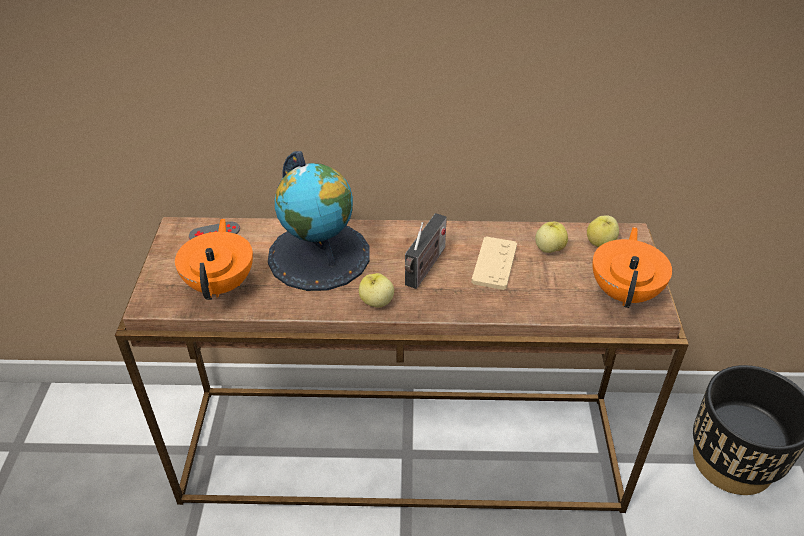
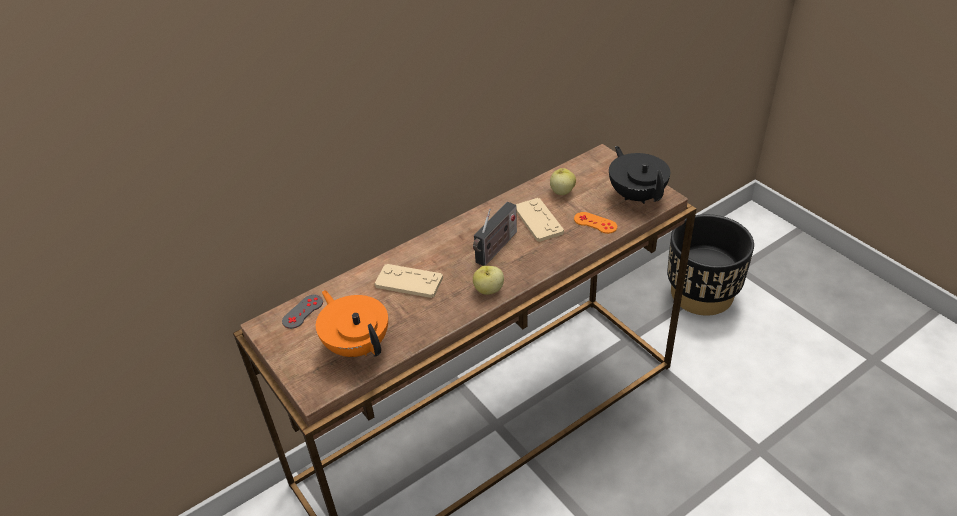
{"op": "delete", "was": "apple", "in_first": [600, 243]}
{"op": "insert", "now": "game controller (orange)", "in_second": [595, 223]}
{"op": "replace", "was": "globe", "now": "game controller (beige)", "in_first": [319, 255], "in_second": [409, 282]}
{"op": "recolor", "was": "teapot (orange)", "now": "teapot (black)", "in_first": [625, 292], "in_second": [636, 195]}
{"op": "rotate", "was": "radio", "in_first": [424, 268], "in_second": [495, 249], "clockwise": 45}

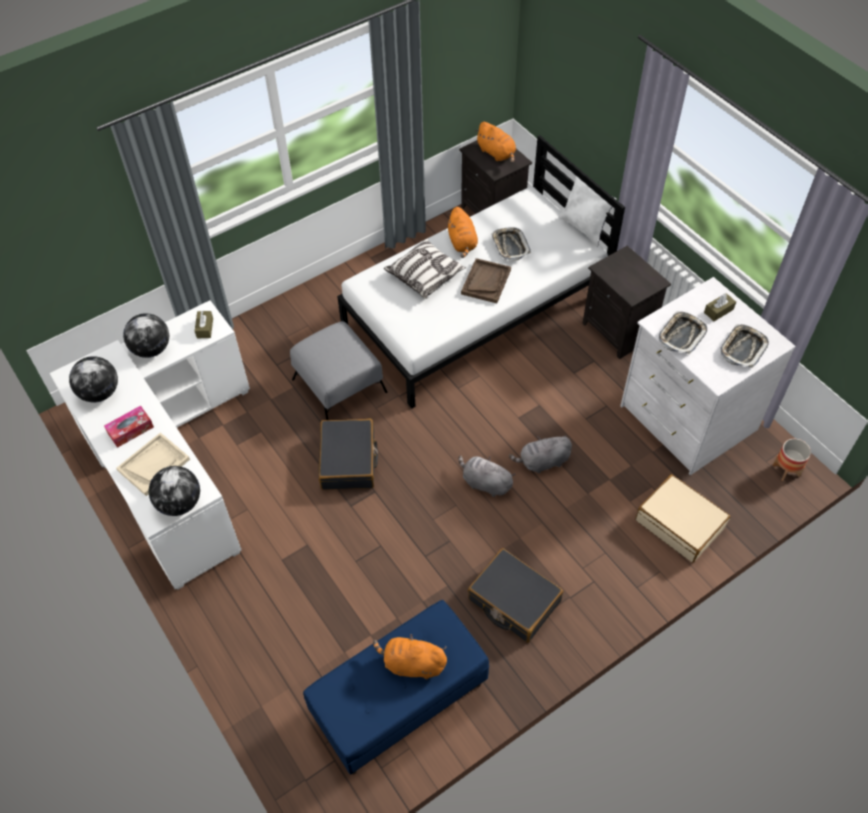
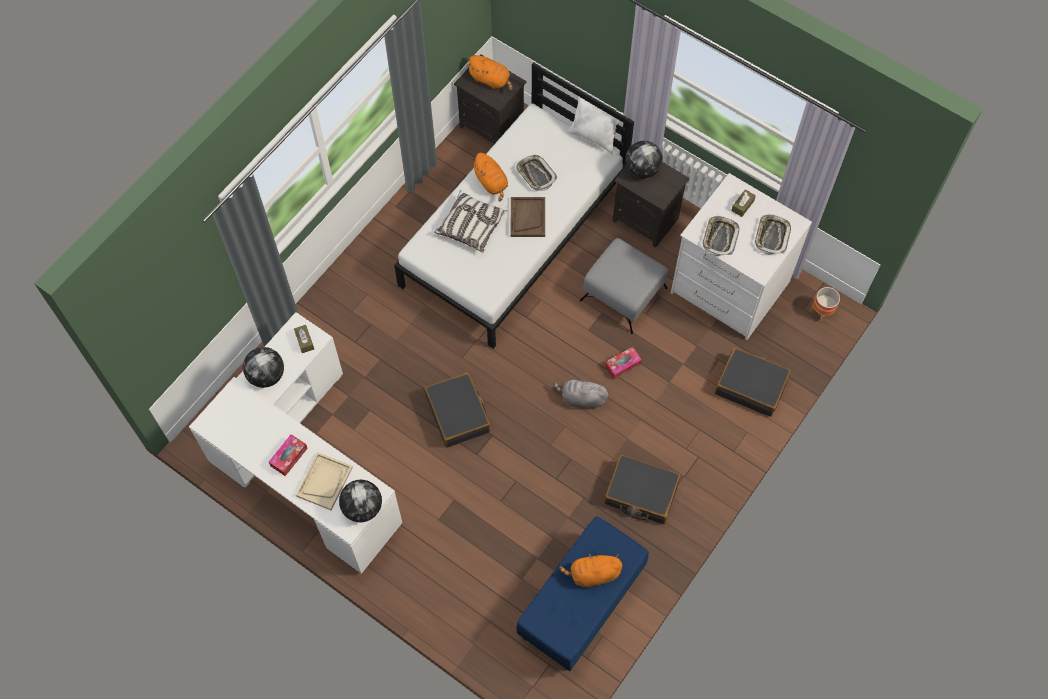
{"op": "move", "was": "globe", "in_first": [100, 393], "in_second": [642, 169]}
{"op": "move", "was": "ottoman (grey)", "in_first": [339, 386], "in_second": [623, 295]}
{"op": "replace", "was": "plush toy (grey)", "now": "tissue box", "in_first": [542, 462], "in_second": [622, 365]}
{"op": "recolor", "was": "suitcase (beige)", "now": "suitcase (black)", "in_first": [680, 524], "in_second": [751, 386]}

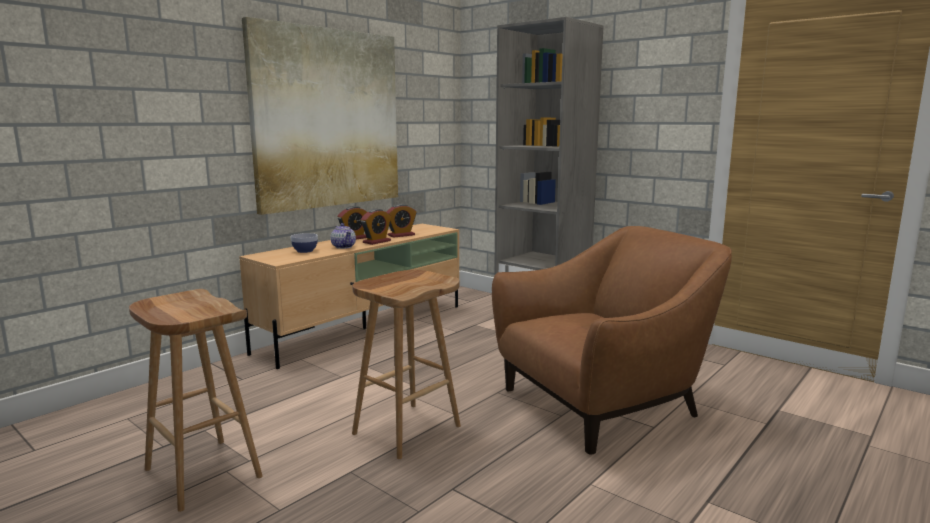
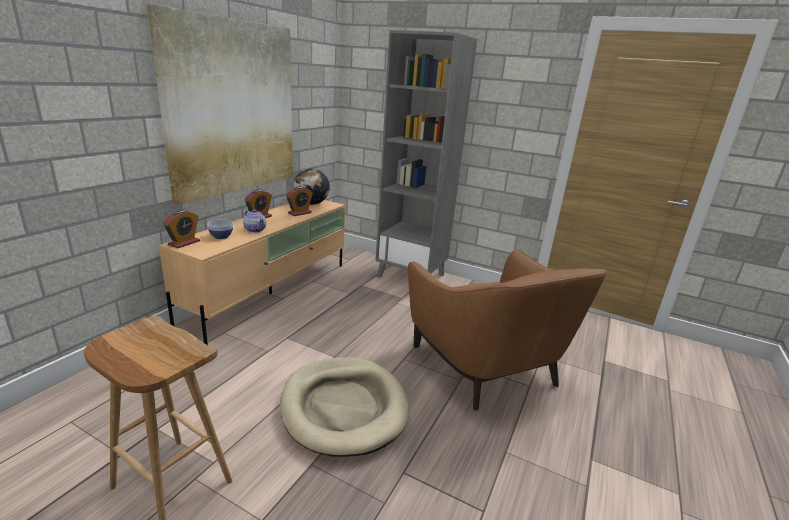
{"op": "insert", "now": "globe", "in_second": [311, 203]}
{"op": "move", "was": "alarm clock", "in_first": [376, 242], "in_second": [184, 243]}
{"op": "replace", "was": "stool (brown)", "now": "dog bed (beige)", "in_first": [407, 429], "in_second": [344, 407]}
{"op": "rotate", "was": "armchair (brown)", "in_first": [602, 404], "in_second": [486, 365], "clockwise": 105}

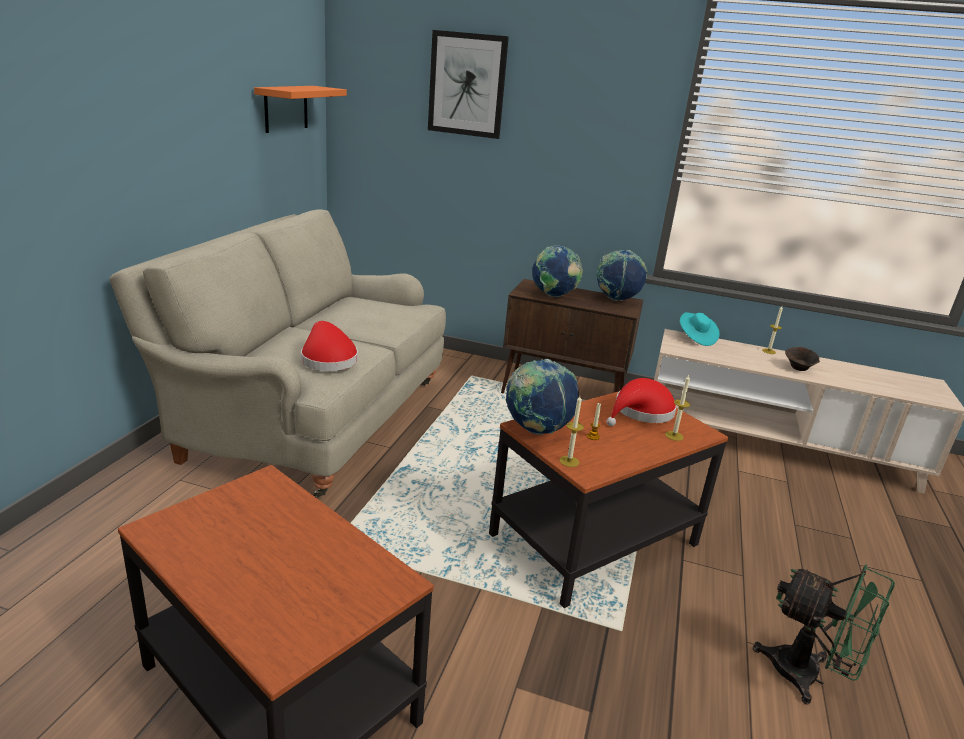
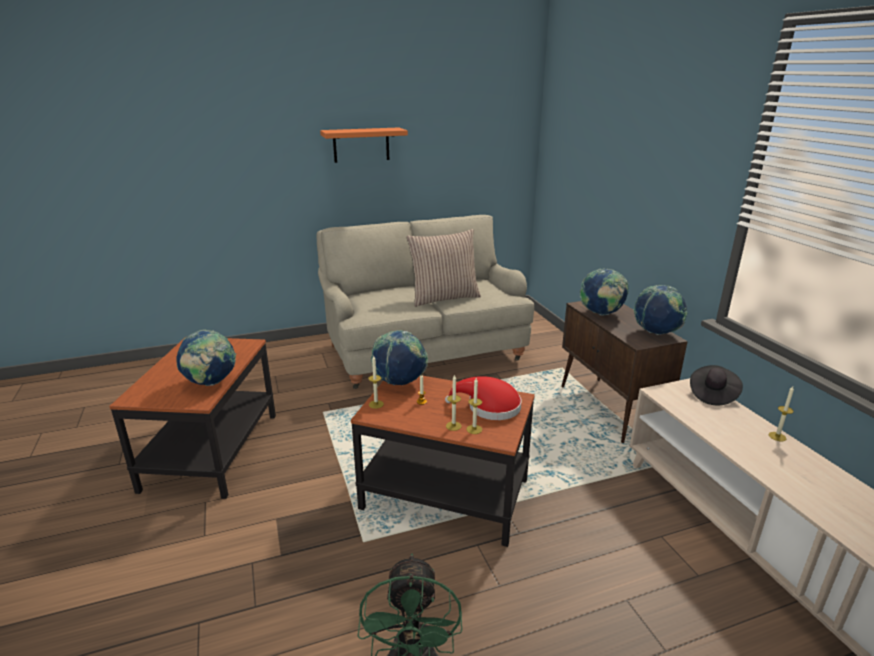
{"op": "delete", "was": "hat (red)", "in_first": [327, 359]}
{"op": "delete", "was": "picture", "in_first": [467, 85]}
{"op": "delete", "was": "bowl (brown)", "in_first": [799, 368]}
{"op": "insert", "now": "globe", "in_second": [210, 383]}
{"op": "insert", "now": "pillow", "in_second": [444, 297]}
{"op": "insert", "now": "candle", "in_second": [453, 426]}
{"op": "move", "was": "shelf (orange)", "in_first": [286, 108], "in_second": [361, 145]}
{"op": "recolor", "was": "hat (turquoise)", "now": "hat (black)", "in_first": [696, 338], "in_second": [712, 394]}

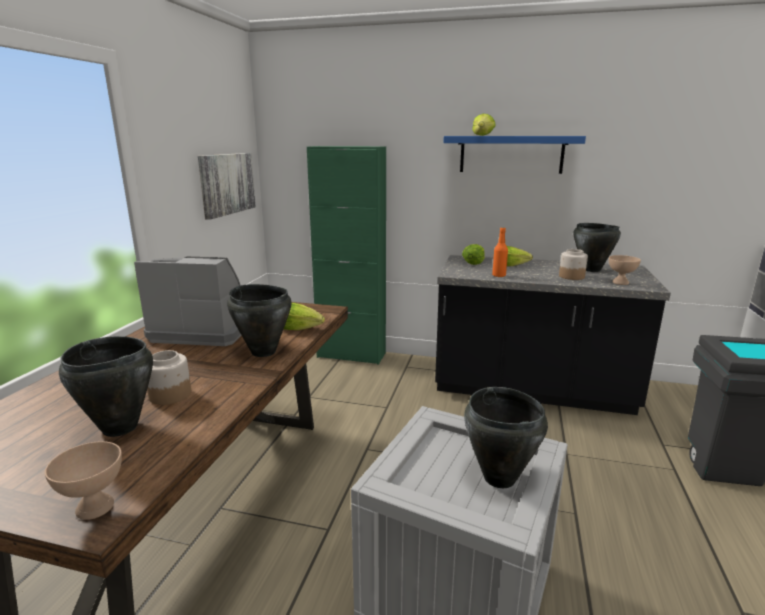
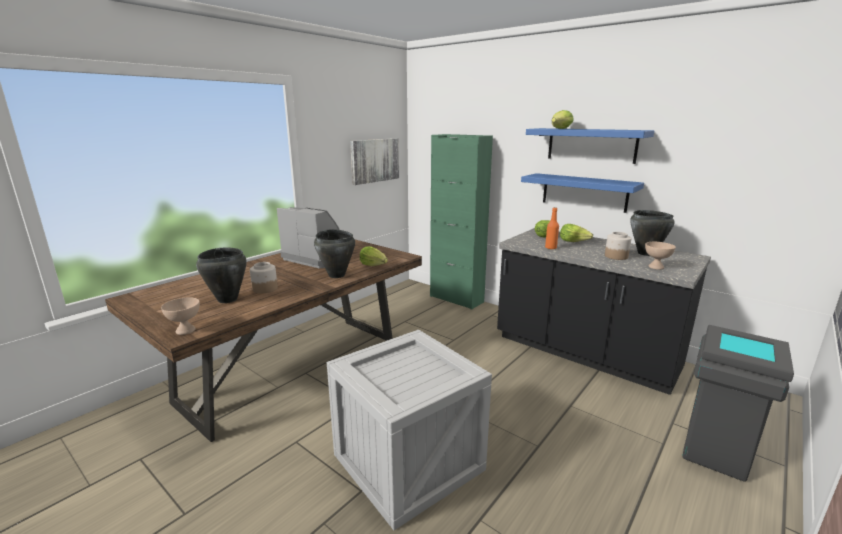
{"op": "delete", "was": "cooking pot (black)", "in_first": [499, 478]}
{"op": "insert", "now": "shelf (blue)", "in_second": [584, 192]}

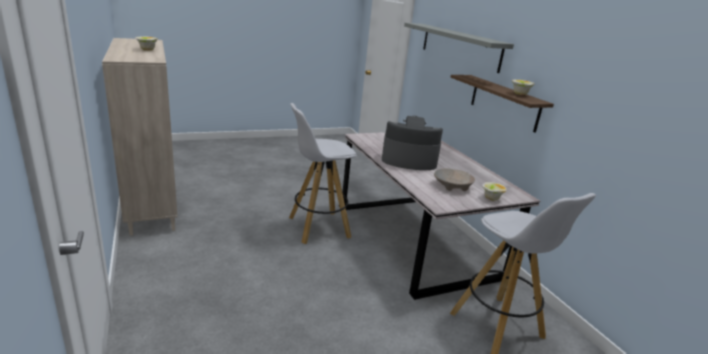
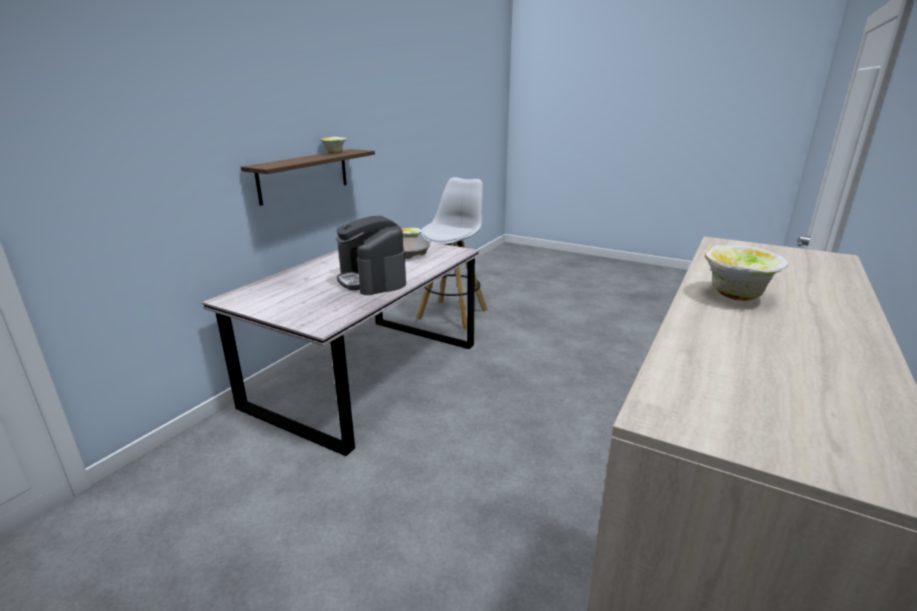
{"op": "delete", "was": "stool (white)", "in_first": [317, 227]}
{"op": "delete", "was": "shelf (grey)", "in_first": [459, 46]}

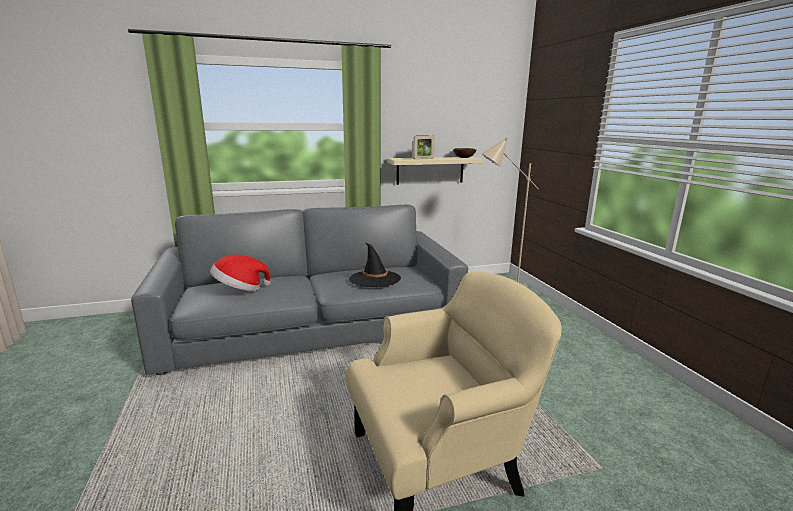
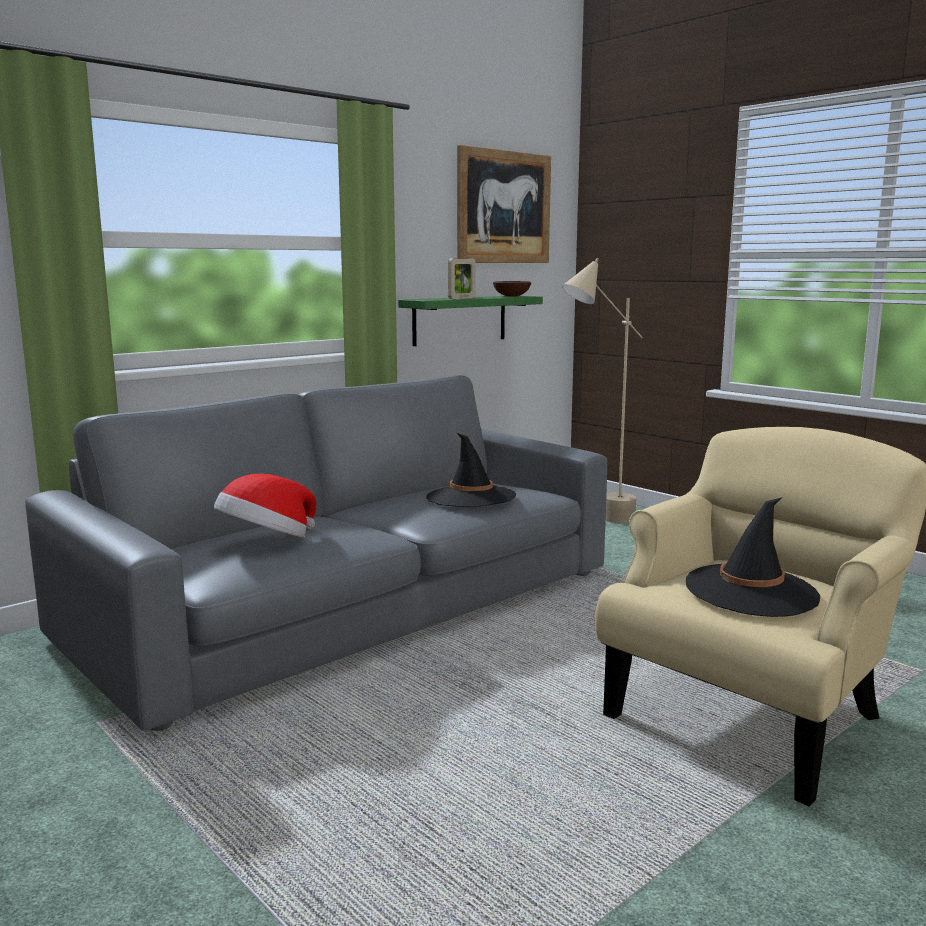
{"op": "insert", "now": "picture", "in_second": [504, 207]}
{"op": "insert", "now": "hat (black)", "in_second": [751, 591]}
{"op": "recolor", "was": "shelf (beige)", "now": "shelf (green)", "in_first": [430, 170], "in_second": [460, 320]}

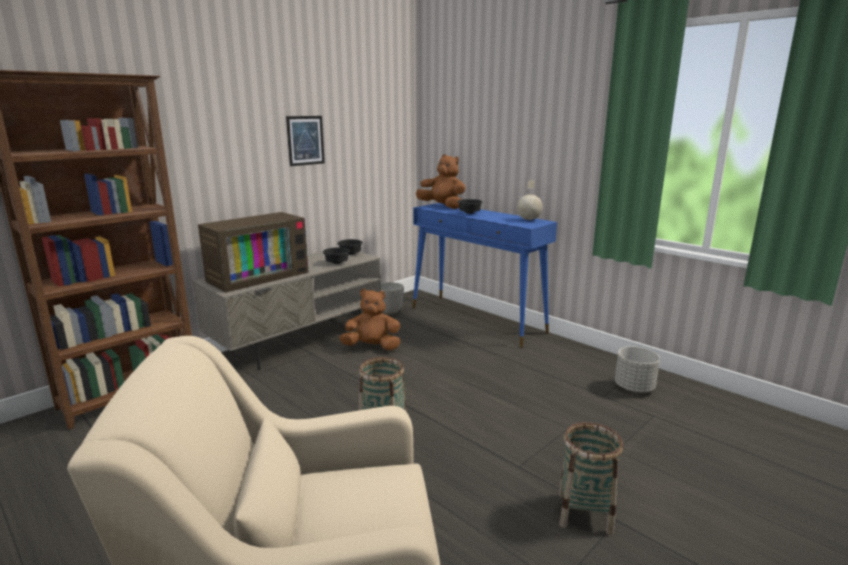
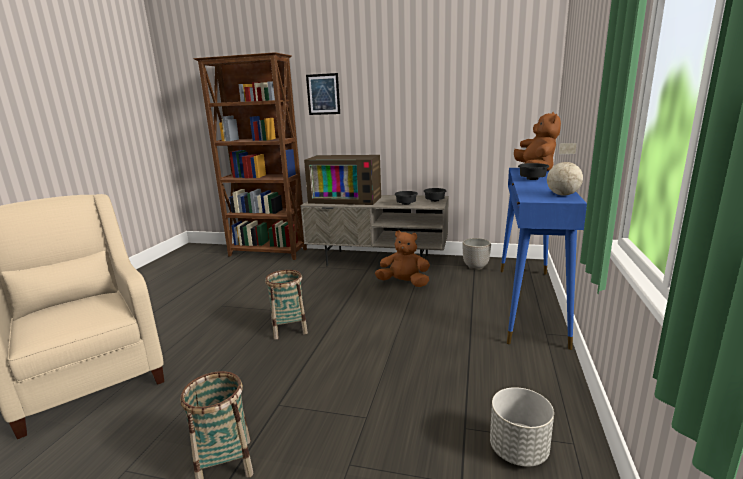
{"op": "move", "was": "picture", "in_first": [305, 140], "in_second": [323, 94]}
{"op": "rotate", "was": "plush toy (brown)", "in_first": [372, 347], "in_second": [404, 283], "clockwise": -45}

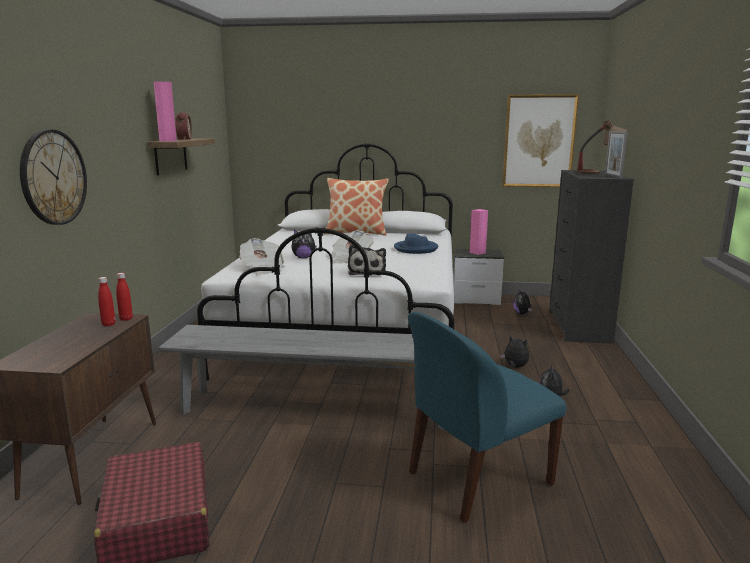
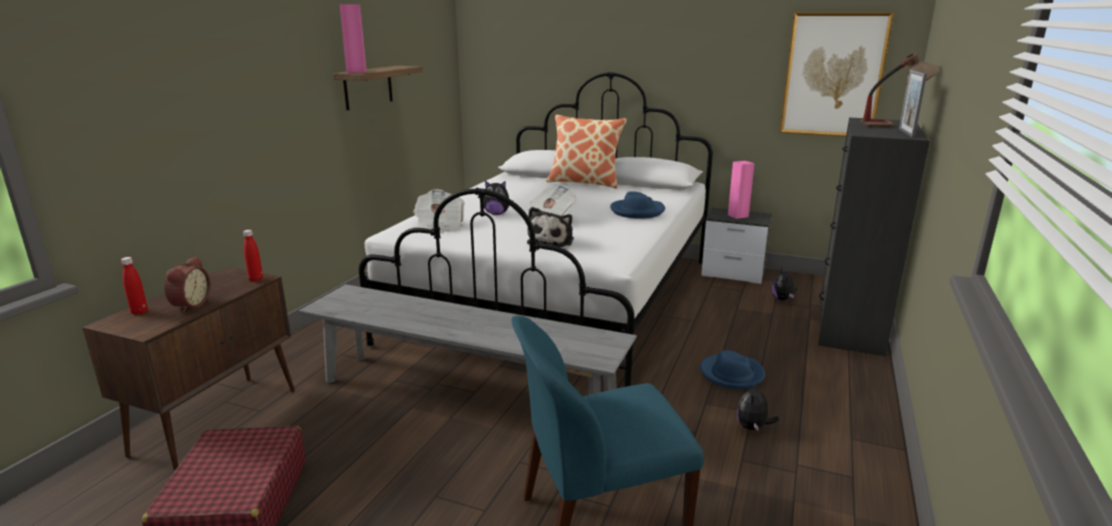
{"op": "delete", "was": "wall clock", "in_first": [53, 177]}
{"op": "move", "was": "bottle (red)", "in_first": [108, 324], "in_second": [139, 312]}
{"op": "move", "was": "alarm clock", "in_first": [183, 139], "in_second": [189, 305]}
{"op": "replace", "was": "plush toy", "now": "hat (blue)", "in_first": [515, 367], "in_second": [731, 374]}

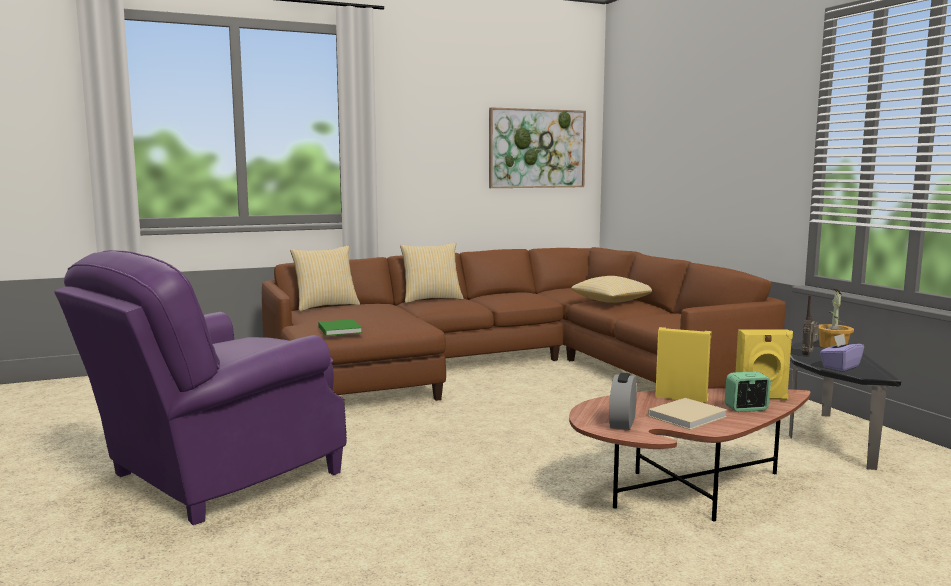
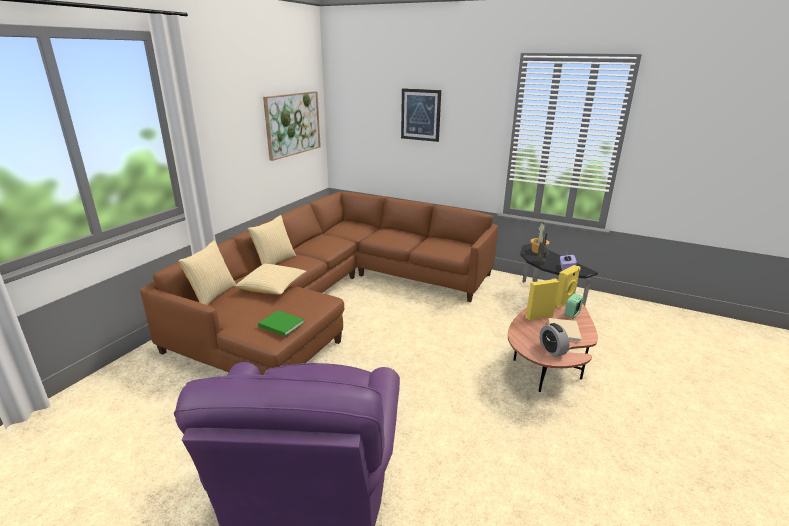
{"op": "insert", "now": "picture", "in_second": [420, 115]}
{"op": "move", "was": "pillow", "in_first": [613, 301], "in_second": [273, 288]}

